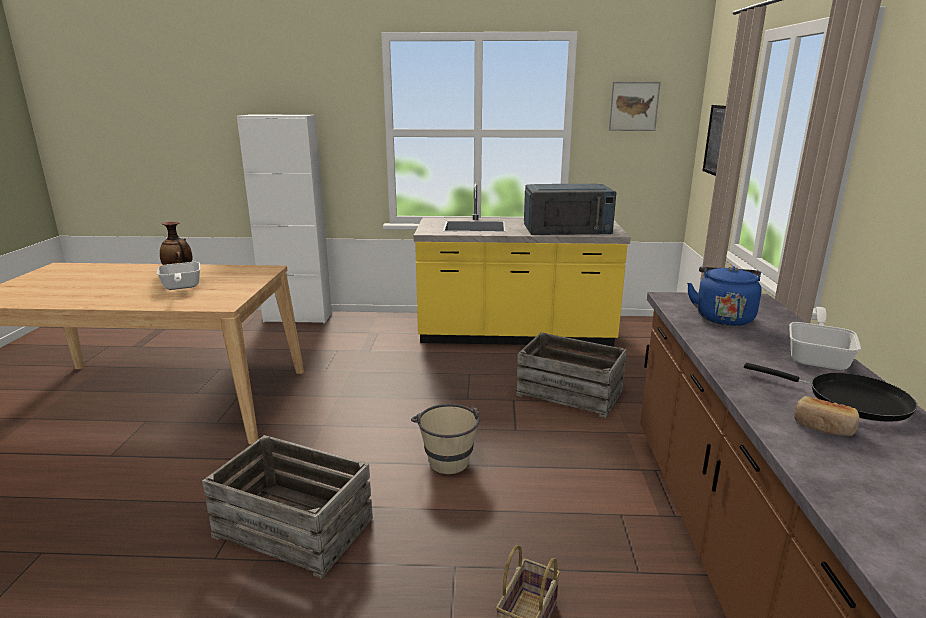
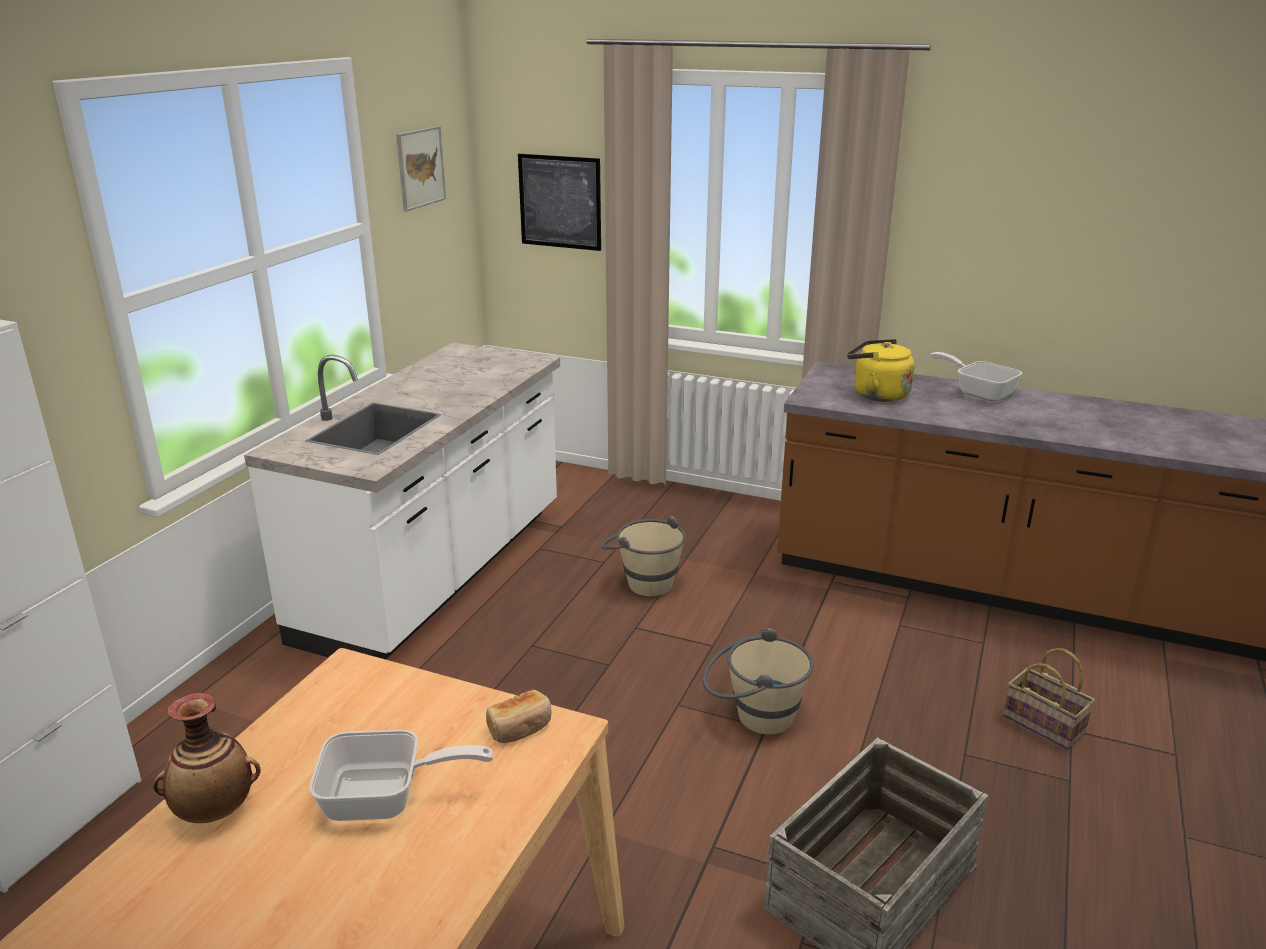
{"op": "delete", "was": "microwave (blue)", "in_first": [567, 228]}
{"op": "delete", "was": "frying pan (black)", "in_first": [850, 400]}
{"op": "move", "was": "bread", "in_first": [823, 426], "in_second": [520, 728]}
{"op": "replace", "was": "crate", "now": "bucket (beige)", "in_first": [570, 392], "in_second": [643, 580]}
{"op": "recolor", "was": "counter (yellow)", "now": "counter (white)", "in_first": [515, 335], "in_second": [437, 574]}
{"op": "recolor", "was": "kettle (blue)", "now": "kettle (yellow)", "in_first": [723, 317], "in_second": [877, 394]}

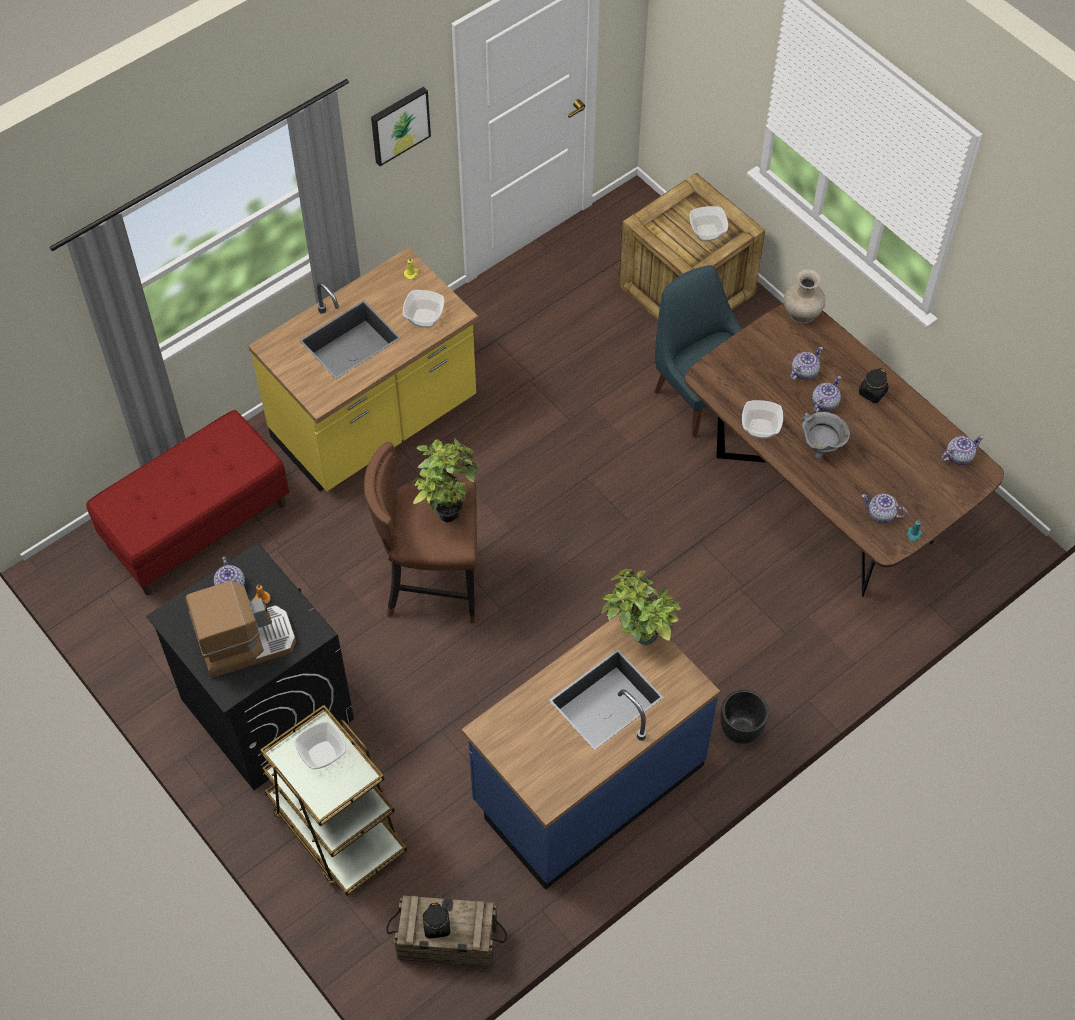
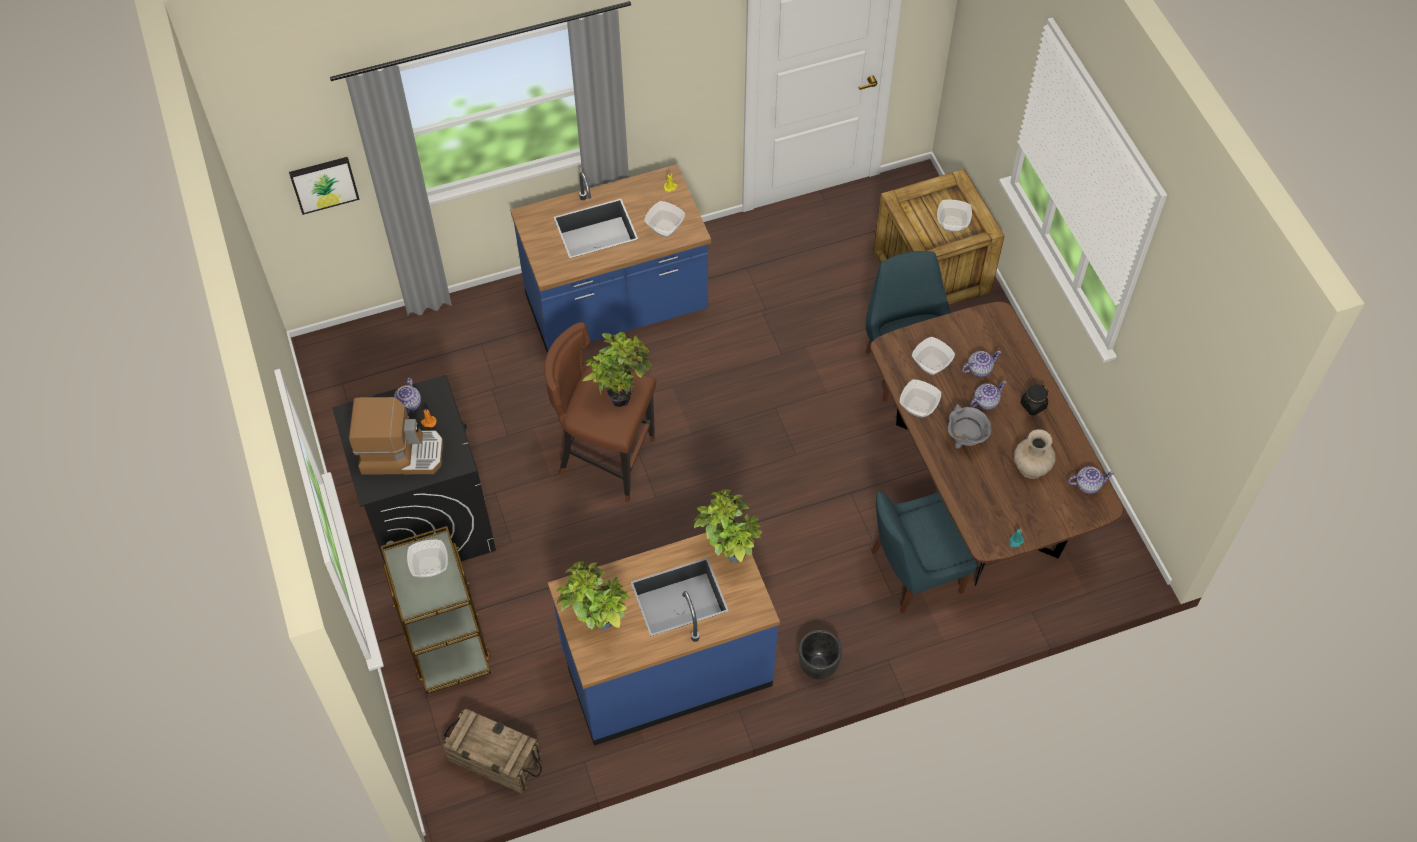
{"op": "delete", "was": "bench (red)", "in_first": [197, 525]}
{"op": "delete", "was": "jar (black)", "in_first": [437, 926]}
{"op": "delete", "was": "teapot", "in_first": [881, 514]}
{"op": "insert", "now": "potted plant", "in_second": [597, 621]}
{"op": "insert", "now": "chair (blue)", "in_second": [912, 573]}
{"op": "insert", "now": "bowl", "in_second": [930, 365]}
{"op": "move", "was": "picture", "in_first": [399, 124], "in_second": [324, 183]}
{"op": "move", "was": "vase (beige)", "in_first": [801, 312], "in_second": [1030, 467]}
{"op": "recolor", "was": "counter (yellow)", "now": "counter (blue)", "in_first": [375, 422], "in_second": [616, 307]}

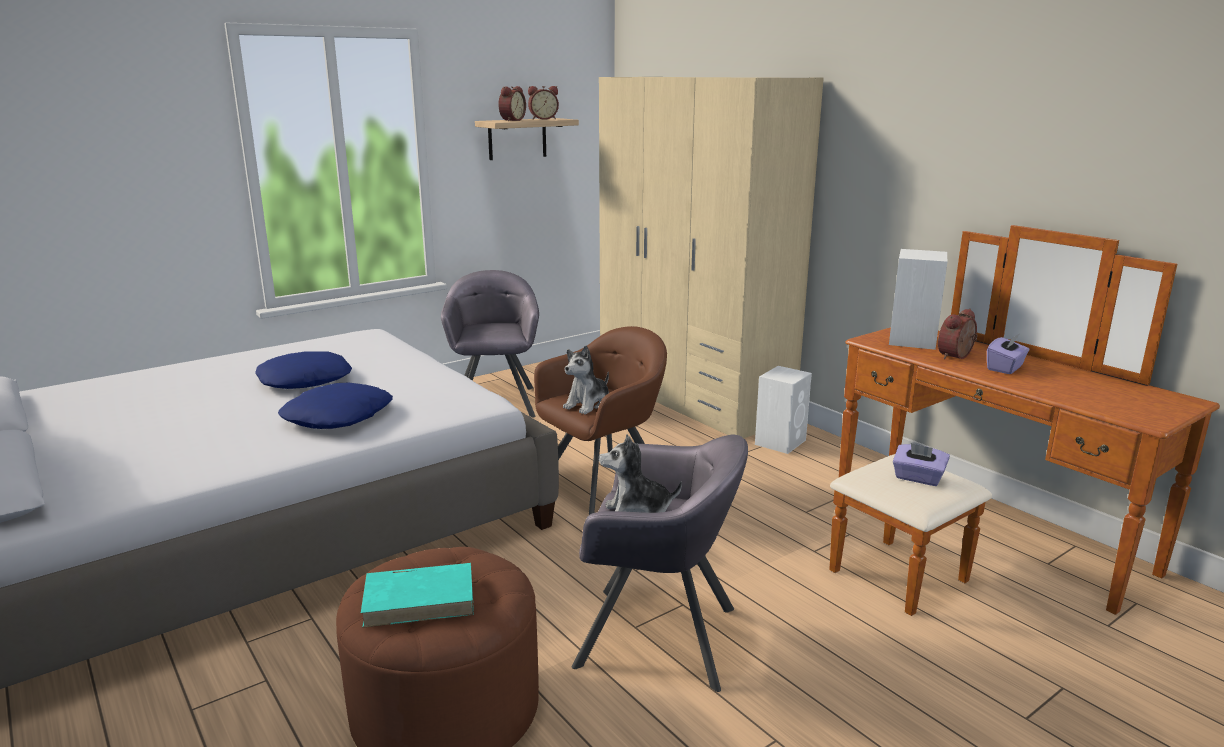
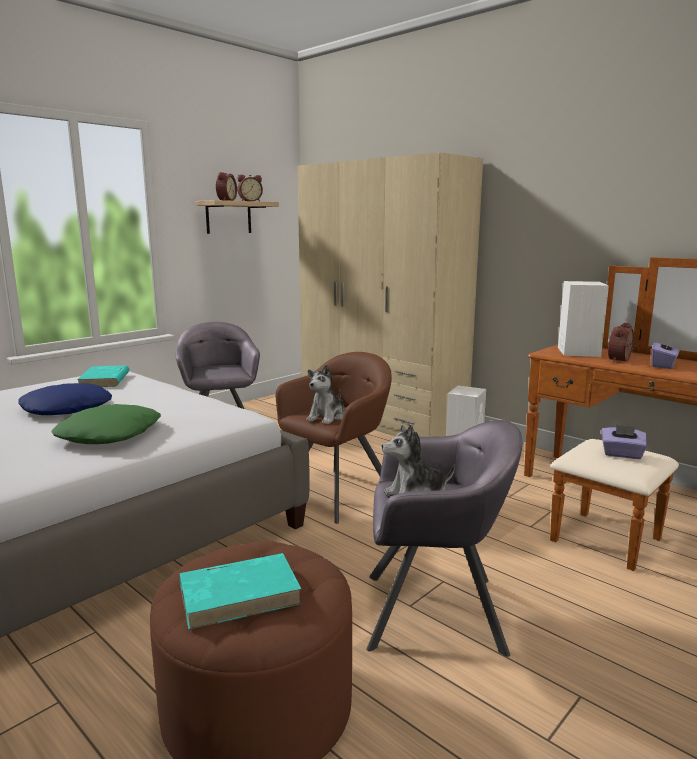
{"op": "insert", "now": "book (turquoise)", "in_second": [104, 380]}
{"op": "recolor", "was": "pillow (blue)", "now": "pillow (green)", "in_first": [337, 416], "in_second": [108, 434]}

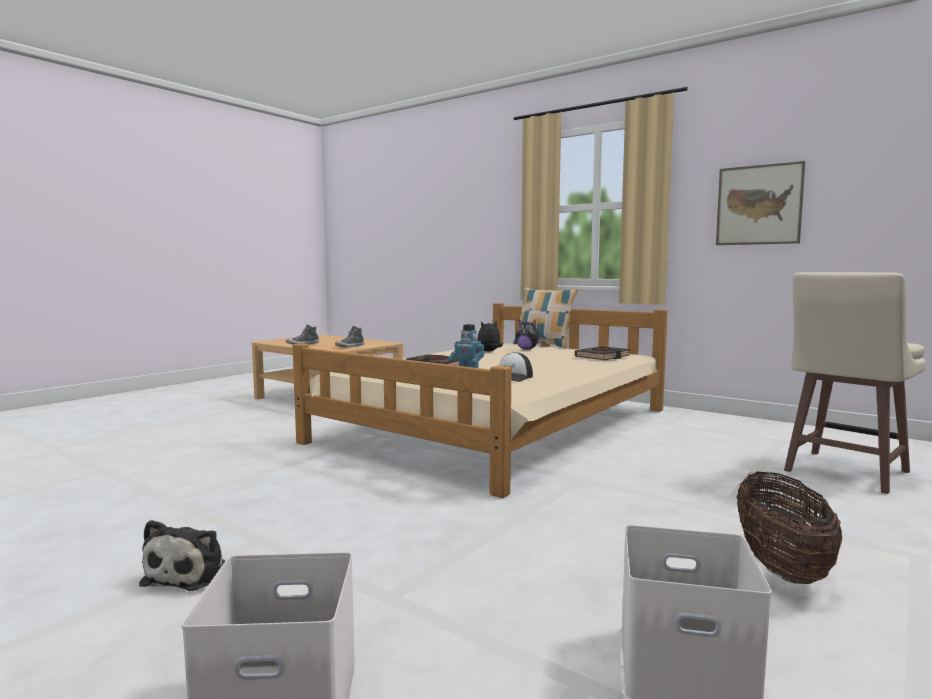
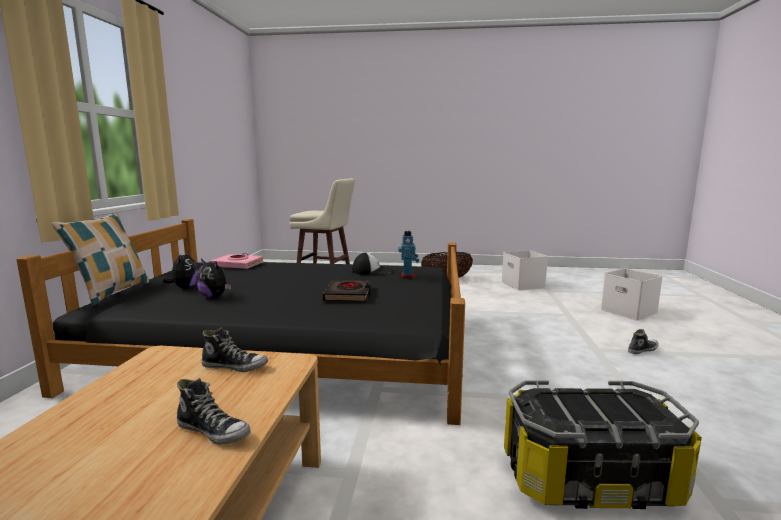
{"op": "delete", "was": "picture", "in_first": [758, 205]}
{"op": "insert", "now": "storage box", "in_second": [590, 479]}
{"op": "replace", "was": "plush toy", "now": "shoe", "in_first": [191, 573], "in_second": [642, 350]}
{"op": "recolor", "was": "bed (beige)", "now": "bed (black)", "in_first": [498, 425], "in_second": [291, 349]}
{"op": "recolor", "was": "book (black)", "now": "book (pink)", "in_first": [602, 357], "in_second": [237, 265]}

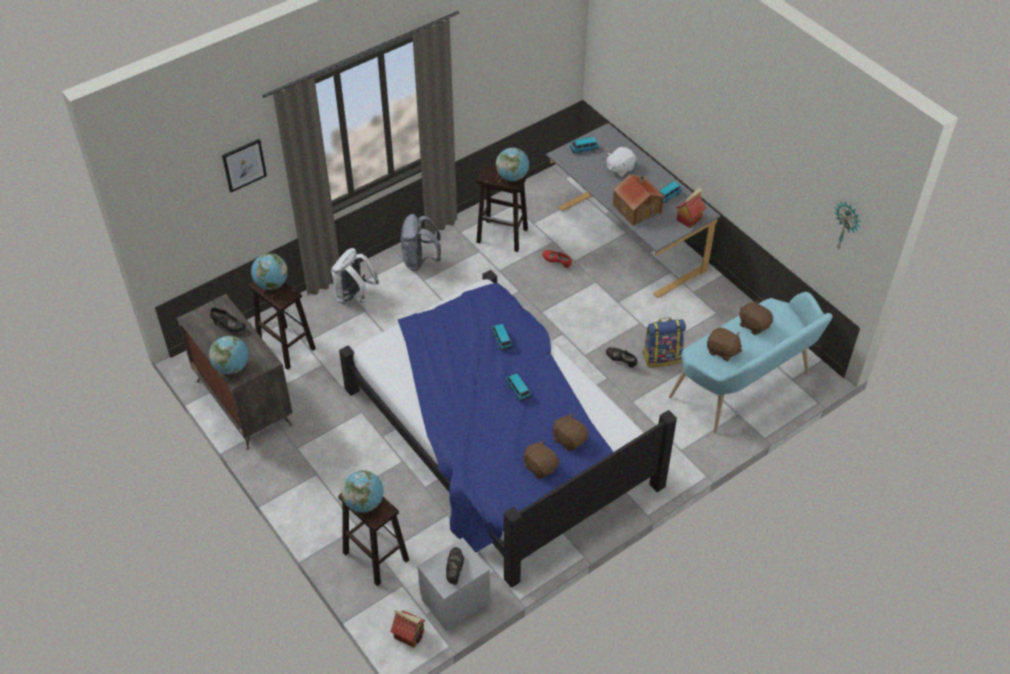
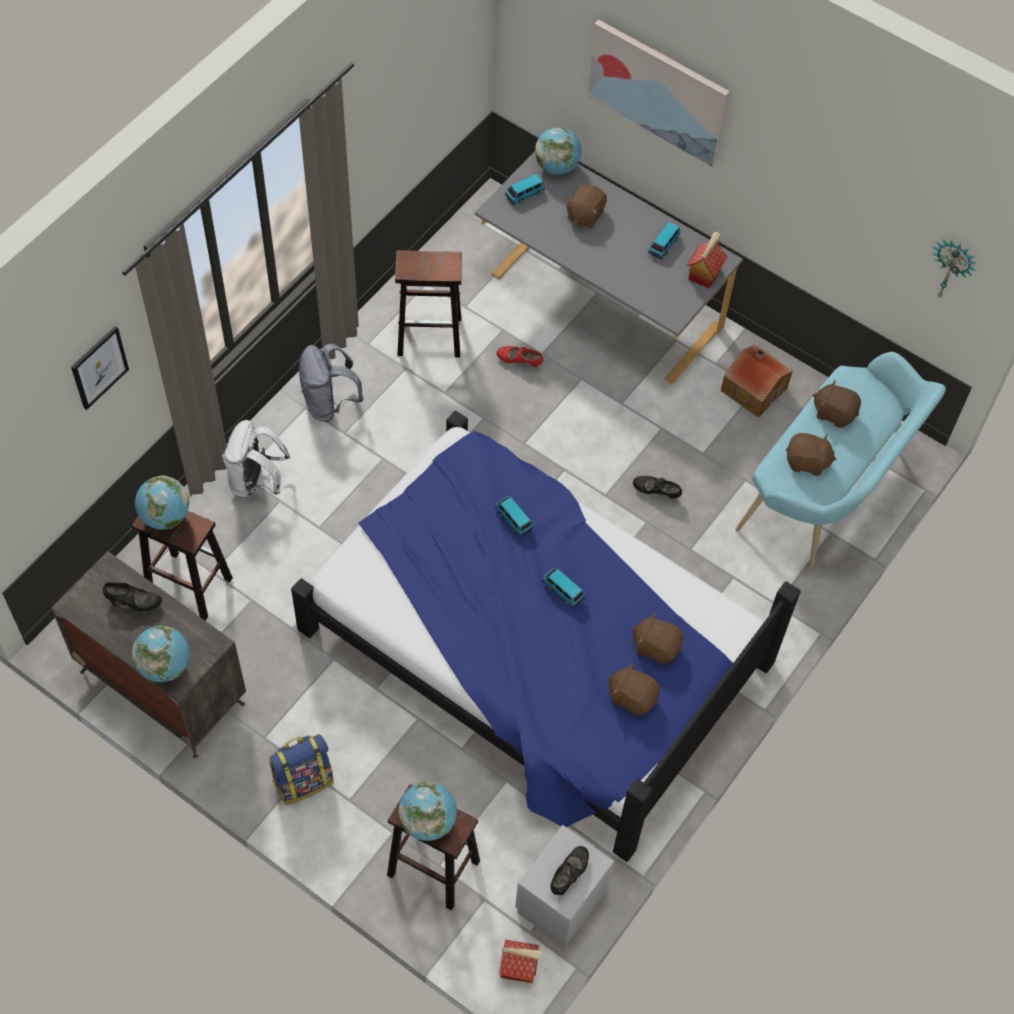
{"op": "insert", "now": "picture", "in_second": [658, 91]}
{"op": "move", "was": "globe", "in_first": [512, 177], "in_second": [557, 166]}
{"op": "move", "was": "toy house", "in_first": [637, 208], "in_second": [754, 388]}
{"op": "move", "was": "backpack", "in_first": [662, 357], "in_second": [303, 780]}
{"op": "recolor", "was": "plush toy (white)", "now": "plush toy (brown)", "in_first": [620, 168], "in_second": [585, 215]}
{"op": "rotate", "was": "shoe (black)", "in_first": [454, 570], "in_second": [569, 875], "clockwise": 45}

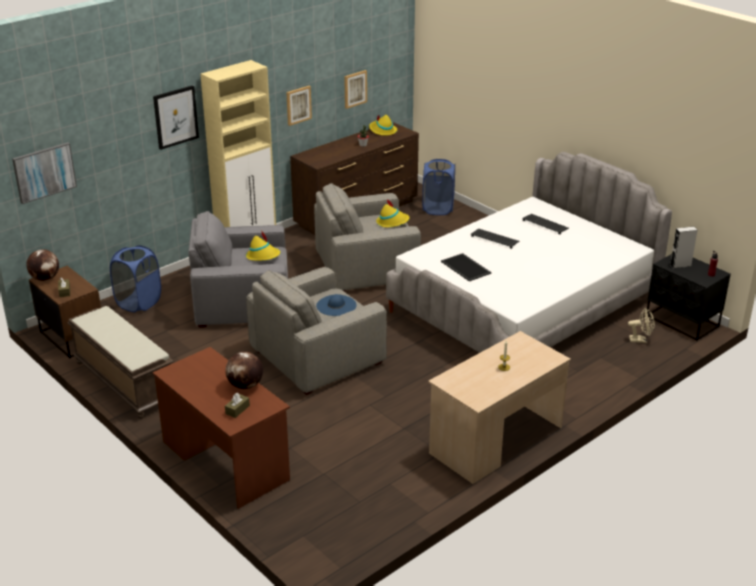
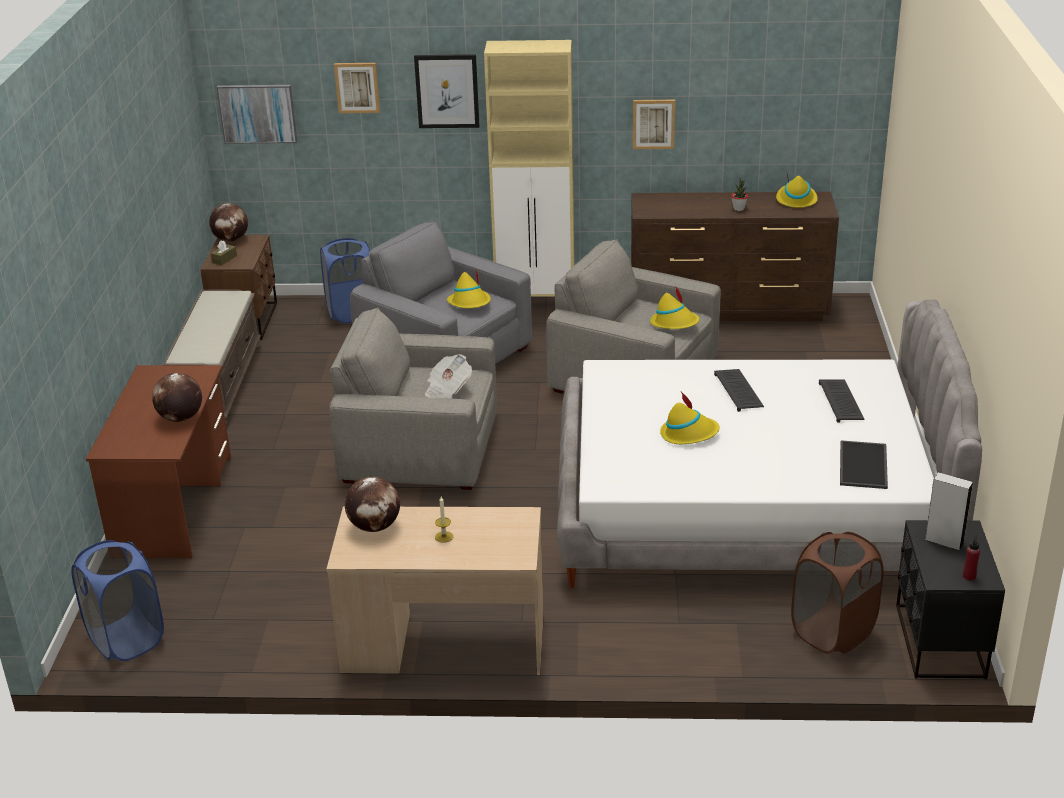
{"op": "delete", "was": "tissue box (brown)", "in_first": [237, 410]}
{"op": "insert", "now": "globe", "in_second": [375, 526]}
{"op": "insert", "now": "hat (yellow)", "in_second": [689, 434]}
{"op": "move", "was": "picture", "in_first": [355, 89], "in_second": [357, 87]}
{"op": "move", "was": "laundry basket (blue)", "in_first": [438, 209], "in_second": [126, 639]}
{"op": "move", "was": "tray", "in_first": [466, 267], "in_second": [864, 465]}
{"op": "replace", "was": "hat (blue)", "now": "newspaper", "in_first": [336, 305], "in_second": [447, 389]}
{"op": "replace", "was": "fan (beige)", "now": "laundry basket (brown)", "in_first": [640, 340], "in_second": [832, 632]}

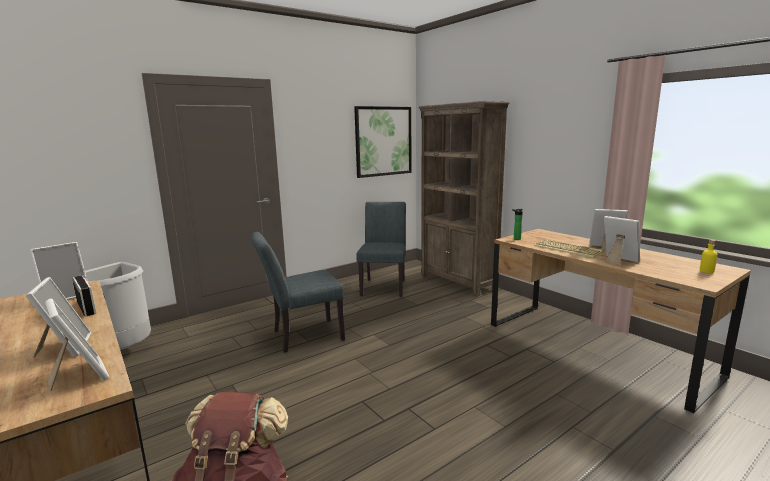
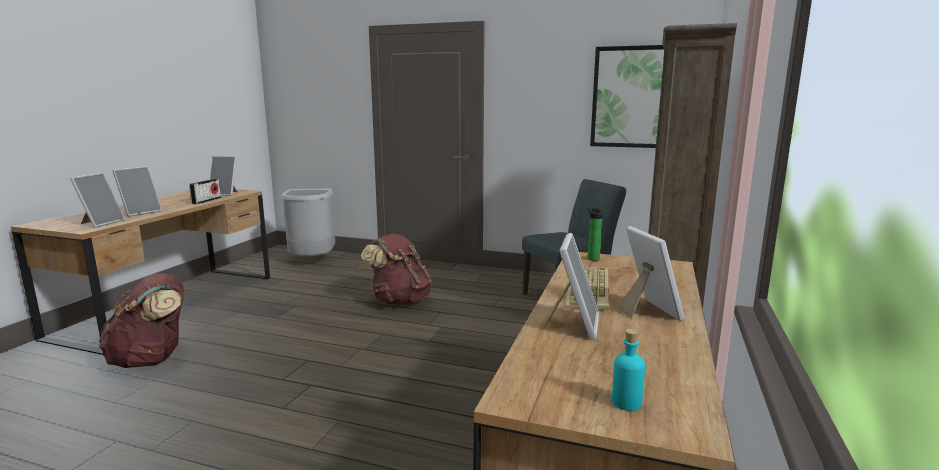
{"op": "replace", "was": "chair (grey)", "now": "backpack (brown)", "in_first": [302, 336], "in_second": [399, 300]}
{"op": "recolor", "was": "bottle (yellow)", "now": "bottle (turquoise)", "in_first": [706, 271], "in_second": [626, 402]}

